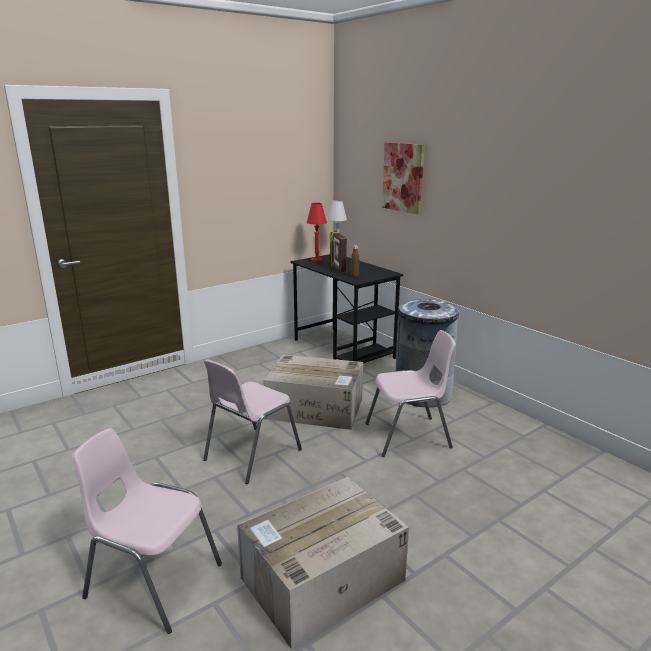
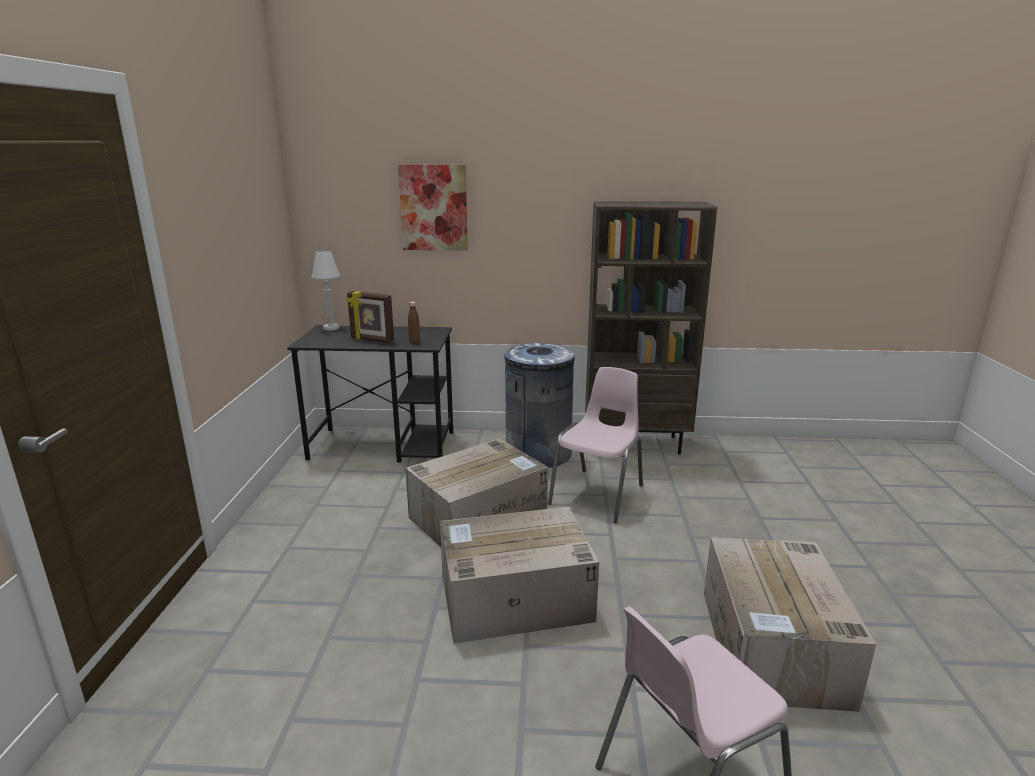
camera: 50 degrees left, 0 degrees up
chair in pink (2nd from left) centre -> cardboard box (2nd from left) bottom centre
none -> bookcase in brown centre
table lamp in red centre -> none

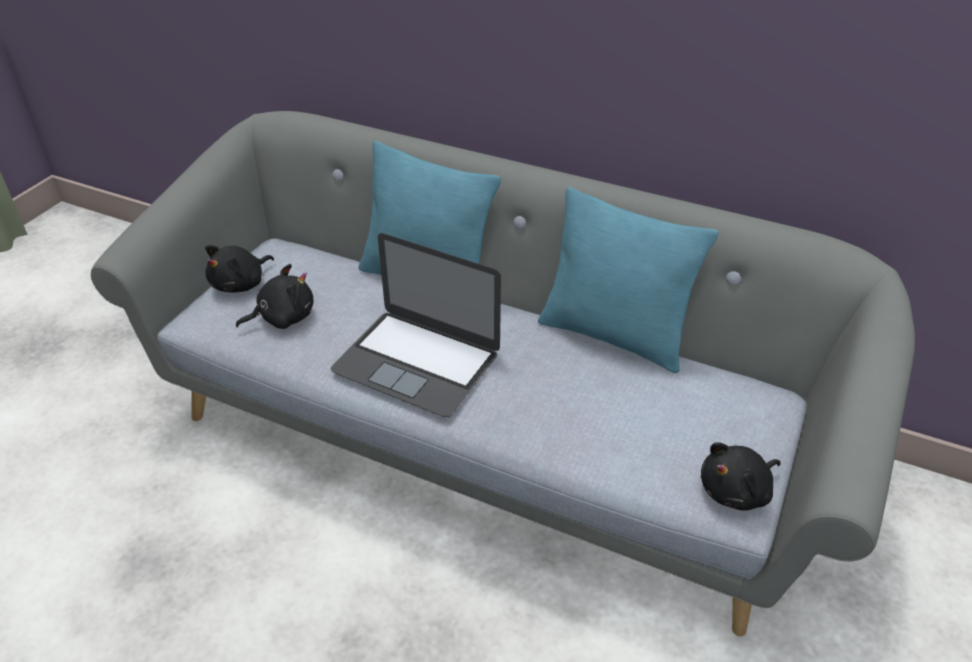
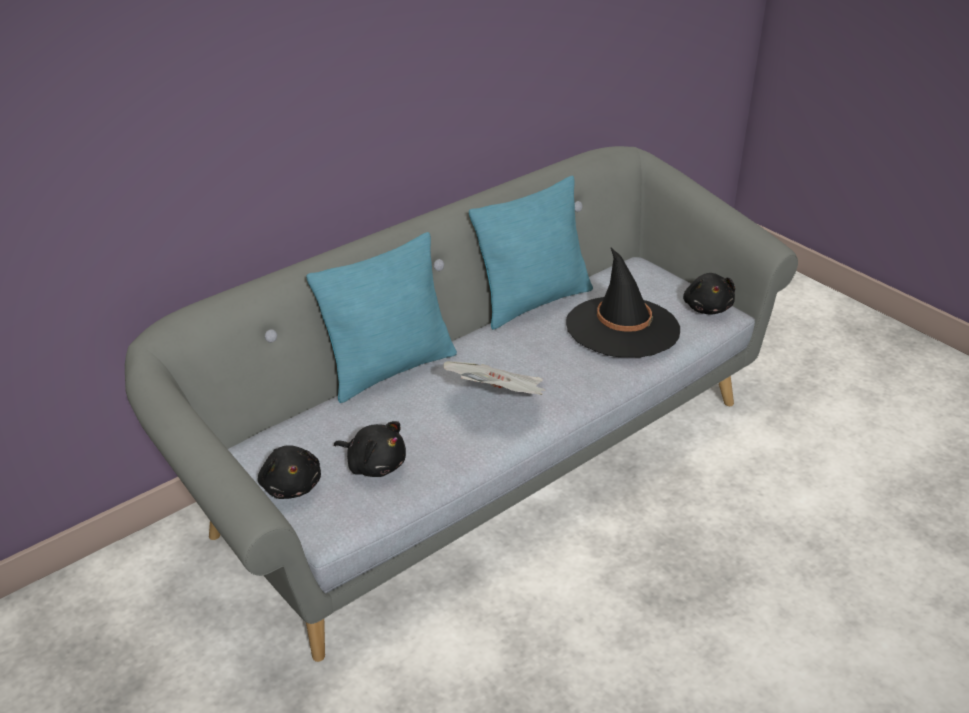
camera: 65 degrees left, 5 degrees down
plush toy in black (2nd from left) middle left -> plush toy in black (2nd from left) centre, 120 degrees clockwise
laptop centre -> newspaper centre
none -> hat in black centre

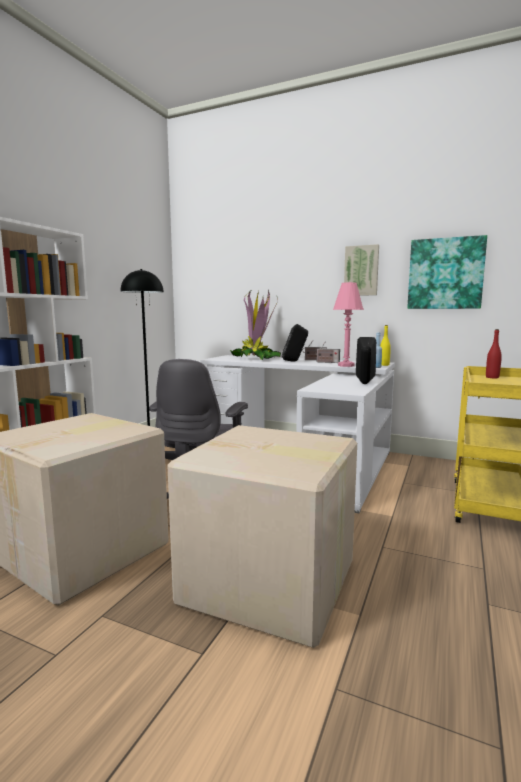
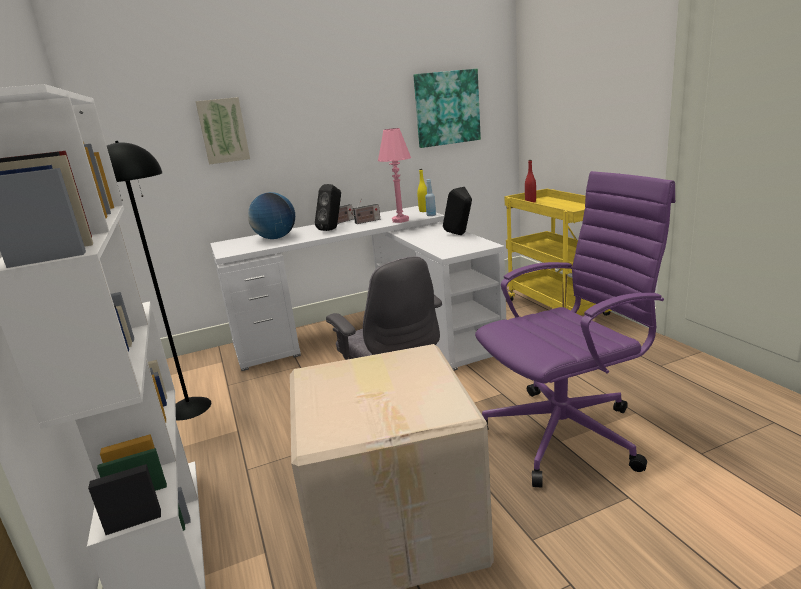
camera: 45 degrees left, 10 degrees up
picture (1st from left) middle right -> picture (1st from left) top left, moved
potted plant centre -> globe centre
cardboard box (2nd from left) bottom centre -> office chair in purple middle right

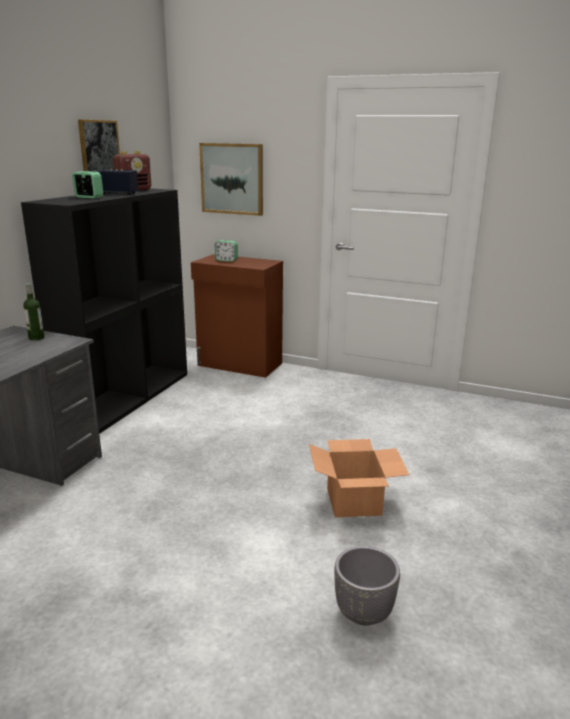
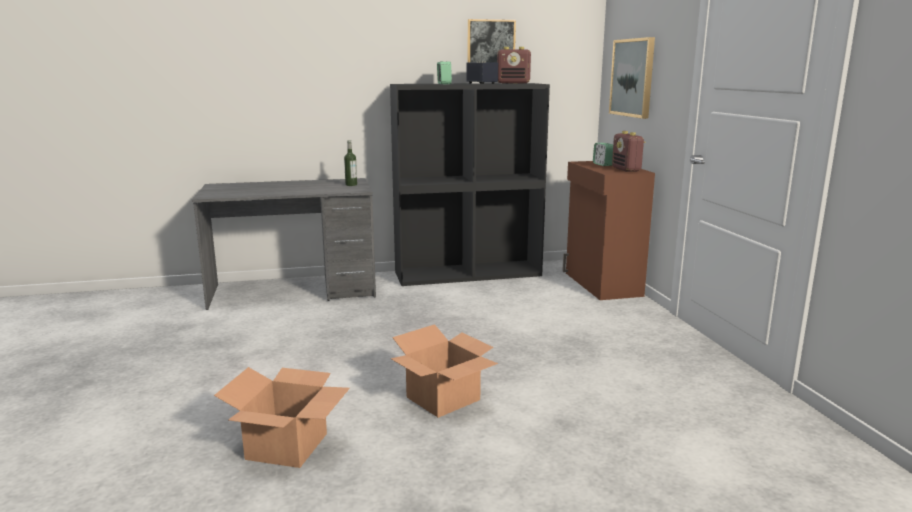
camera: 55 degrees right, 5 degrees down
planter in grey bottom centre -> cardboard box (1st from left) bottom left
none -> radio (2nd from left) top right

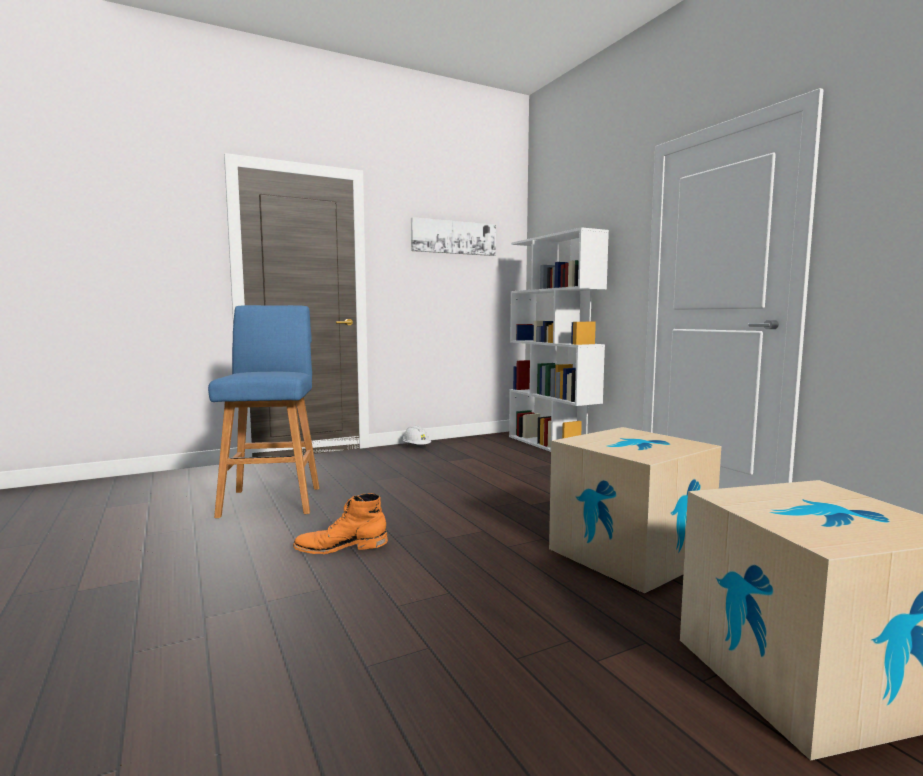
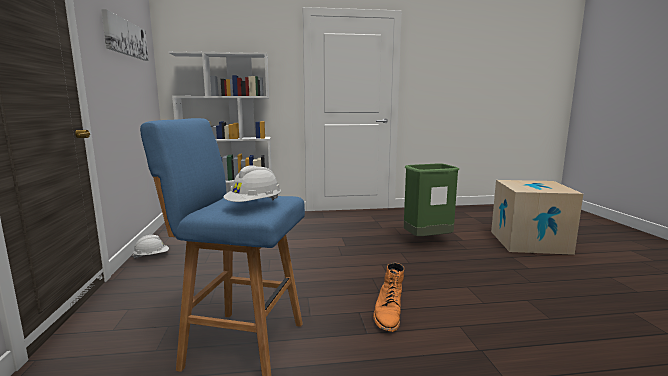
camera: 70 degrees left, 5 degrees up
none -> hard hat in white (2nd from left) centre
cardboard box (1st from left) middle right -> trash can in green centre

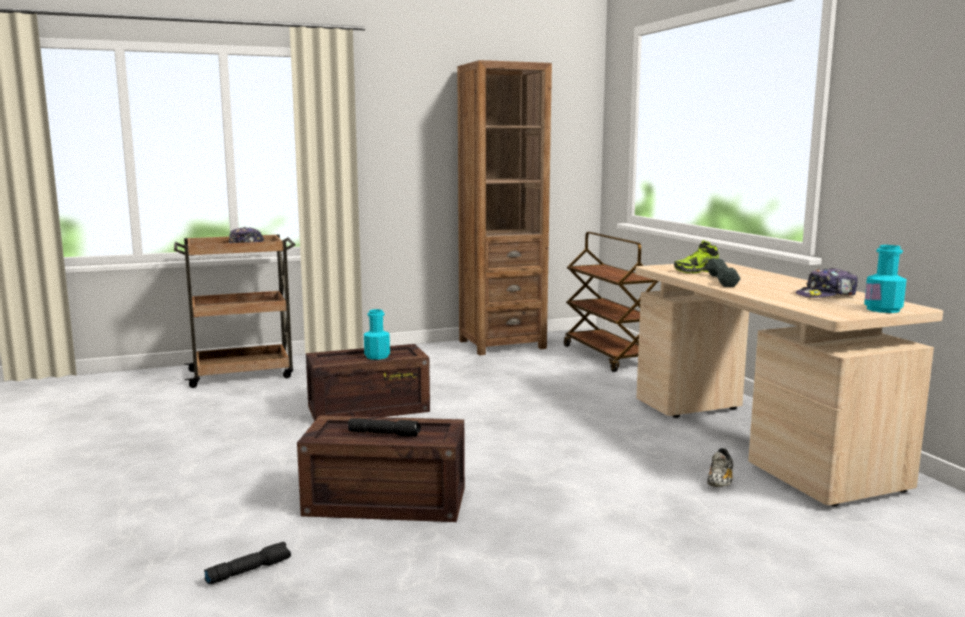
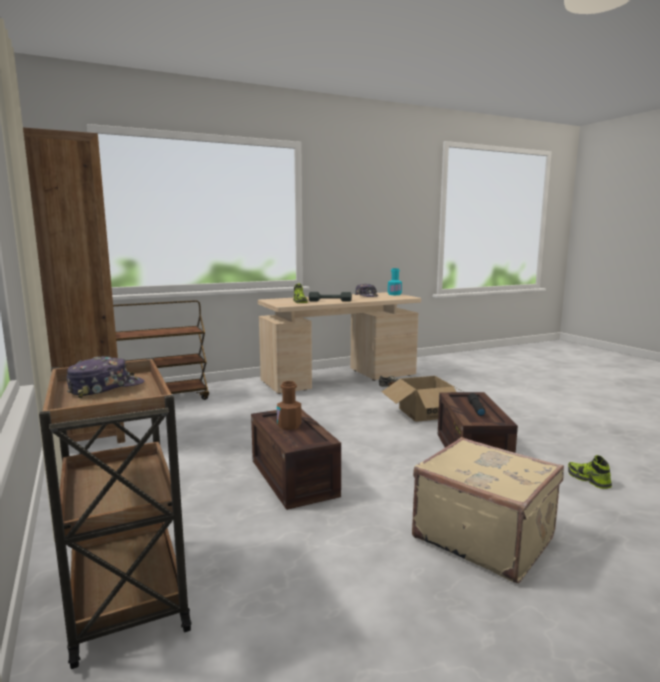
camera: 95 degrees left, 0 degrees up
bottle in turquoise (1st from left) centre -> bottle in brown centre
none -> cardboard box centre
none -> suitcase in beige bottom right
flashlight in black (1st from left) bottom left -> shoe (3rd from left) bottom right

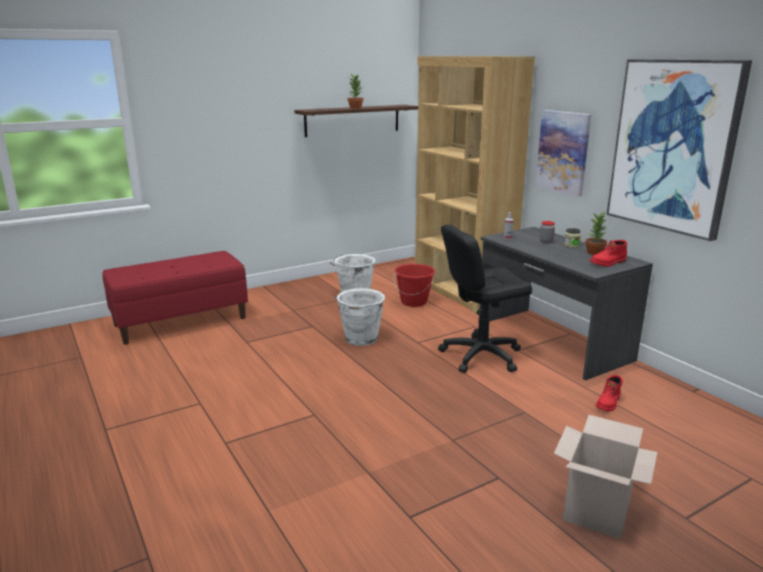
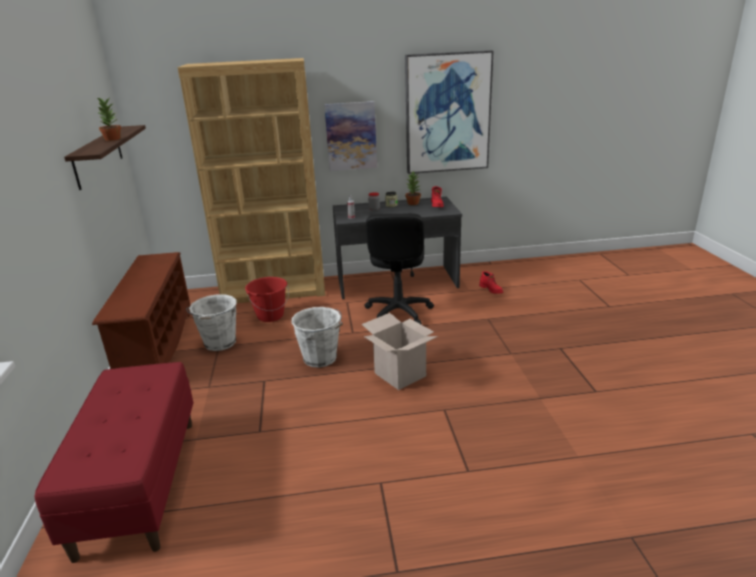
camera: 65 degrees left, 5 degrees up
none -> shoe rack in brown middle left
cardboard box bottom right -> cardboard box centre, moved

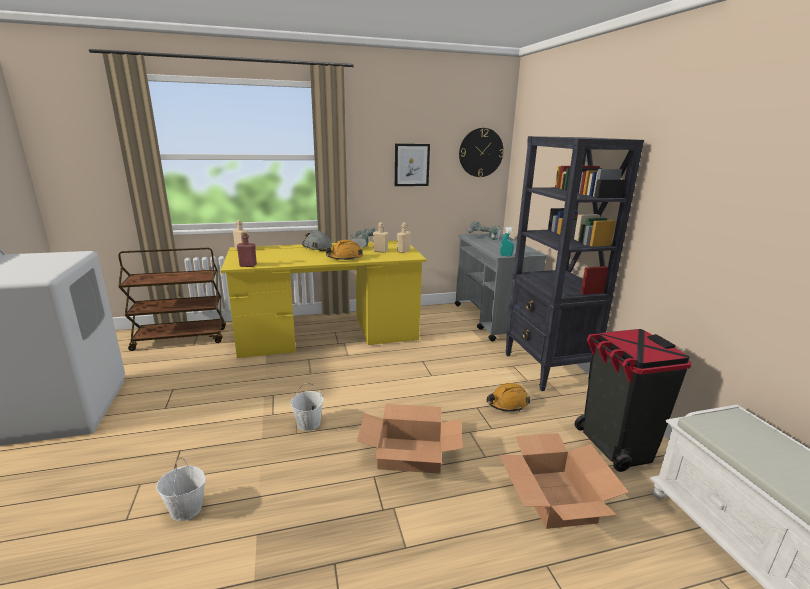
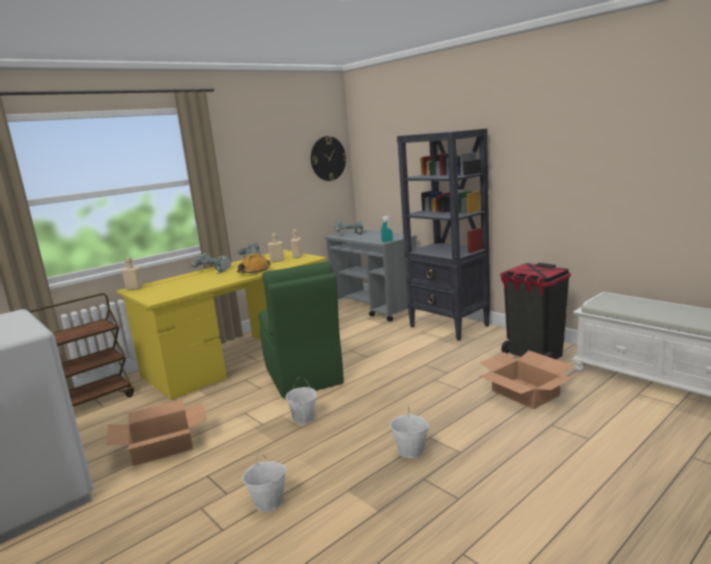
camera: 25 degrees left, 5 degrees down
cardboard box (1st from left) bottom centre -> cardboard box (1st from left) bottom left, moved
hard hat in grey centre -> power drill (1st from left) middle left
none -> chair in green centre
none -> bucket in white (3rd from left) bottom centre
bottle in red middle left -> none
picture top centre -> none
hard hat in orange (2nd from left) bottom centre -> none

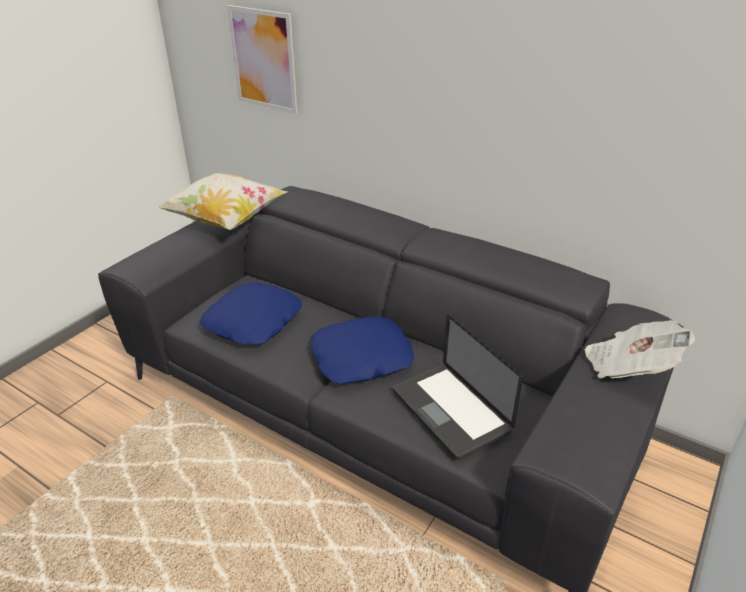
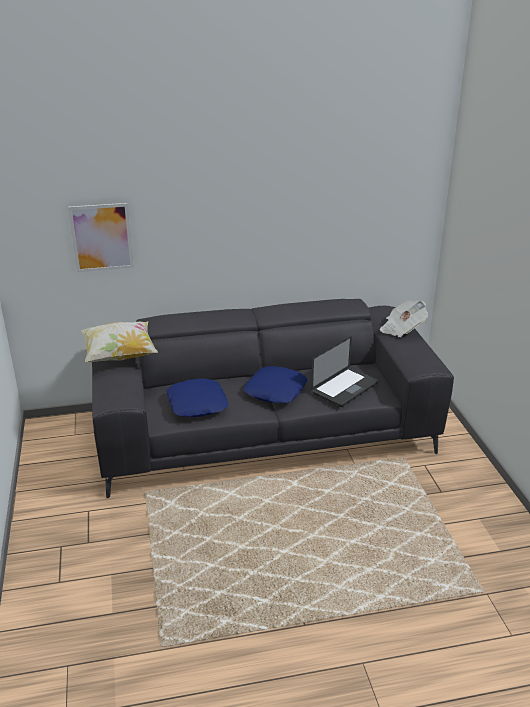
camera: 45 degrees left, 5 degrees down
laptop centre, 60 degrees counterclockwise

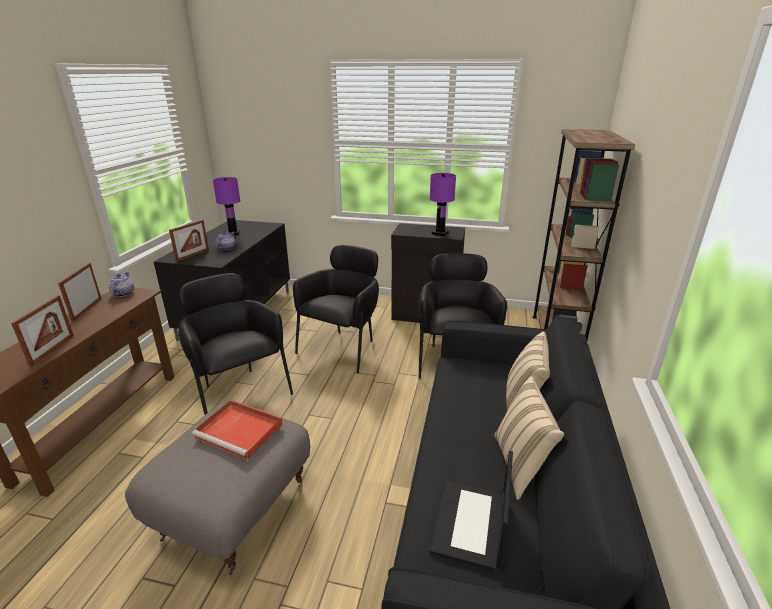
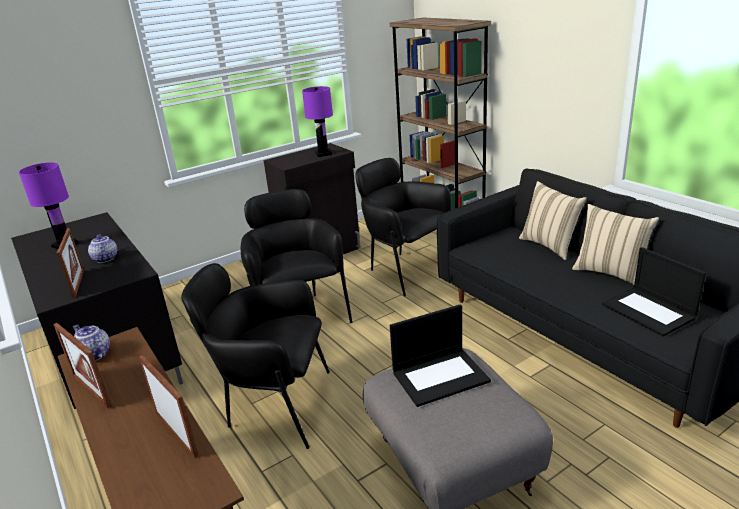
camera: 45 degrees left, 0 degrees up
tray in red bottom left -> laptop (1st from left) bottom centre

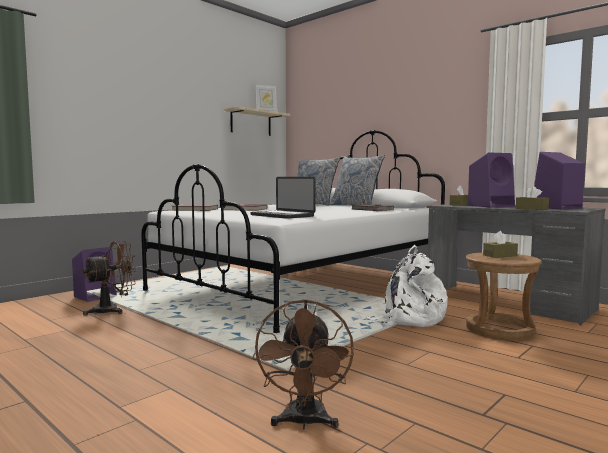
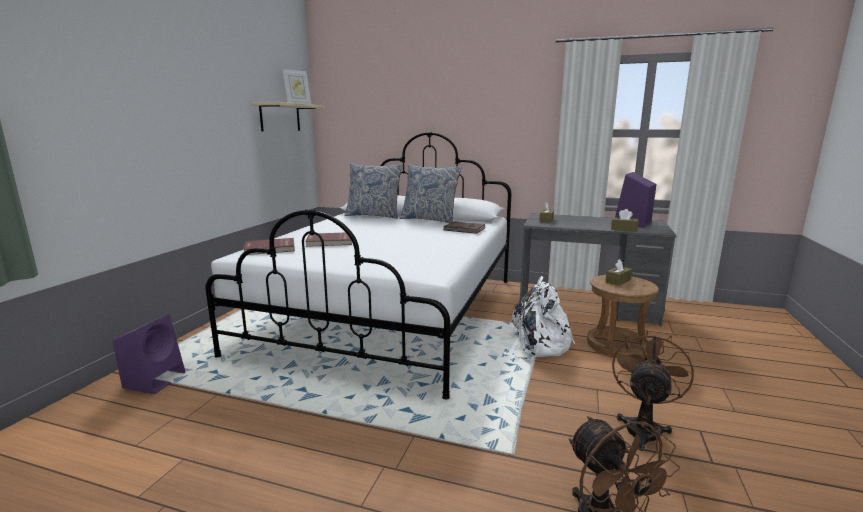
camera: 25 degrees left, 10 degrees up
fan in brown (1st from left in the first image) middle left -> fan in brown (2nd from left) bottom right, moved
laptop centre -> none
speaker in purple (2nd from left) middle right -> none

